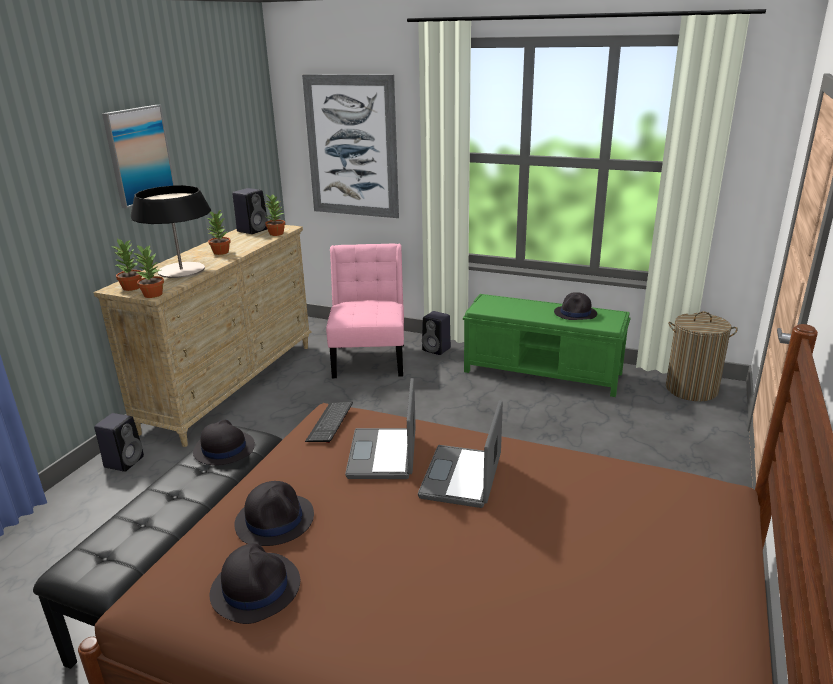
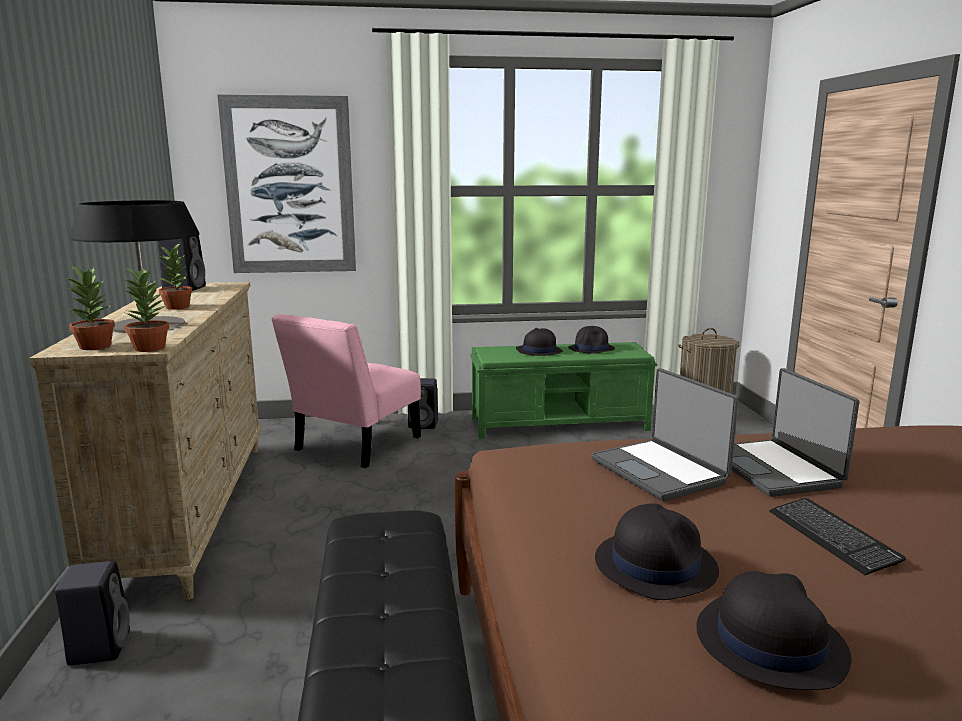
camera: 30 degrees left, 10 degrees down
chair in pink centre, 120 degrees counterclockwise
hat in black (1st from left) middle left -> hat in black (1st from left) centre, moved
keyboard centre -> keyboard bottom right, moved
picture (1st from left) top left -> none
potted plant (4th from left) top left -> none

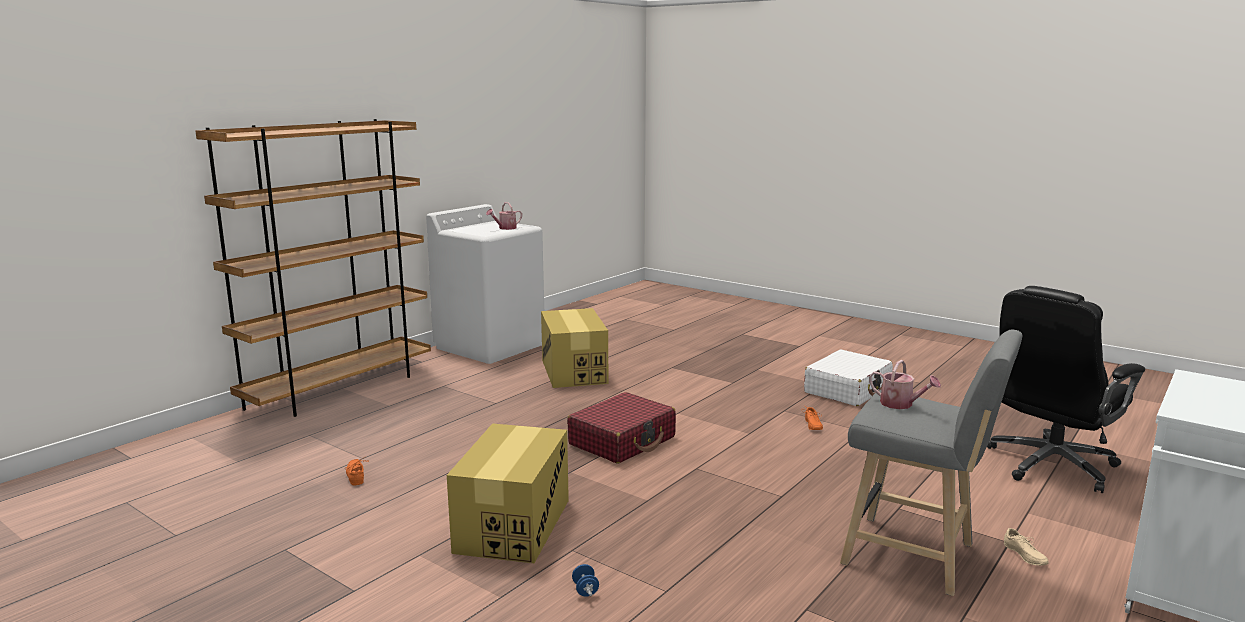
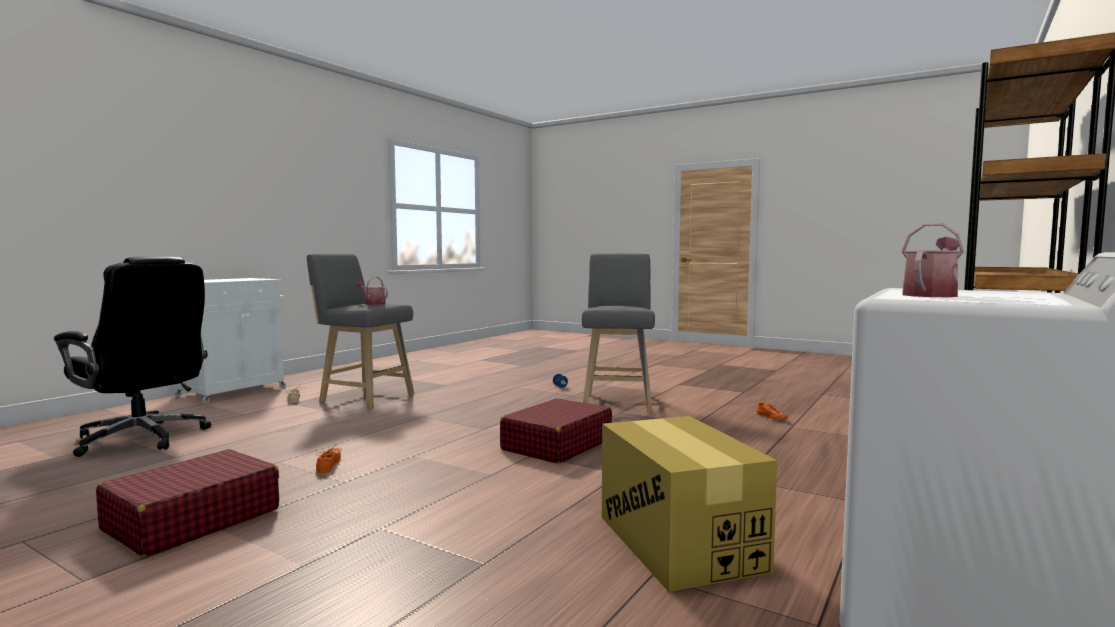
camera: 175 degrees right, 10 degrees down
office chair in black middle right -> office chair in black middle left, 75 degrees clockwise
suitcase in white middle right -> suitcase in red (1st from left) bottom left
cardboard box (1st from left) bottom centre -> stool in grey (2nd from left) centre

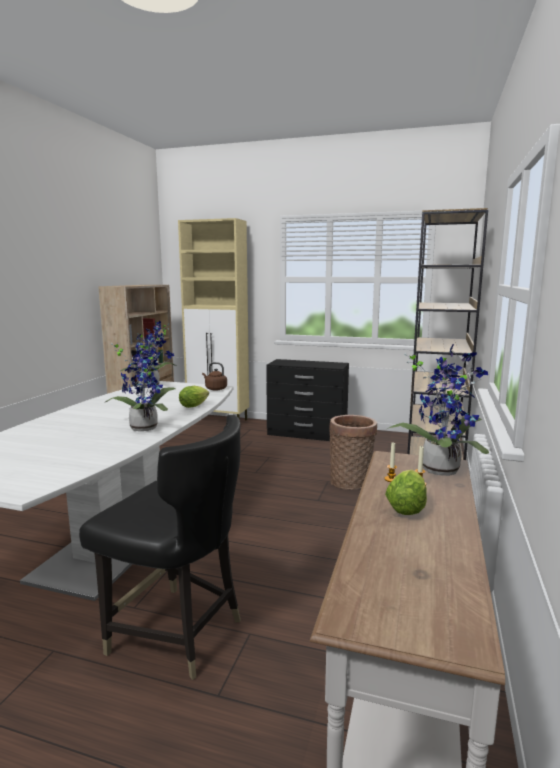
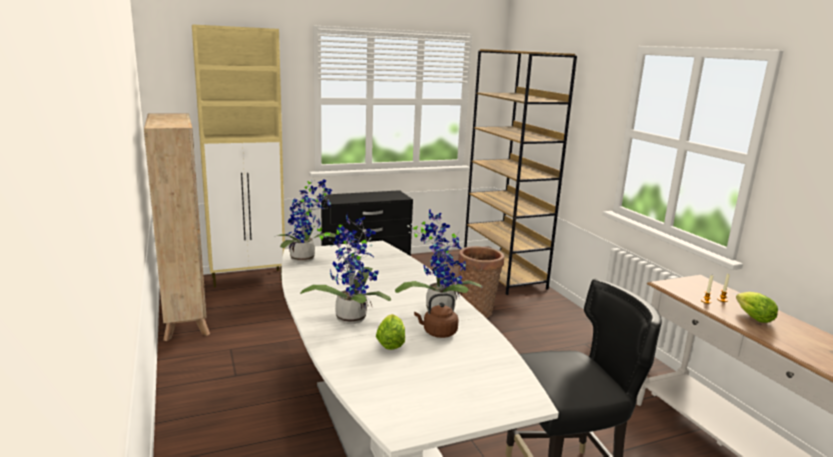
camera: 40 degrees left, 5 degrees up
potted plant (3rd from left in the first image) middle right -> potted plant (2nd from left) centre, moved
lettuce (1st from left) centre -> lettuce (1st from left) bottom centre, moved
kettle in brown centre -> kettle in brown bottom centre, moved

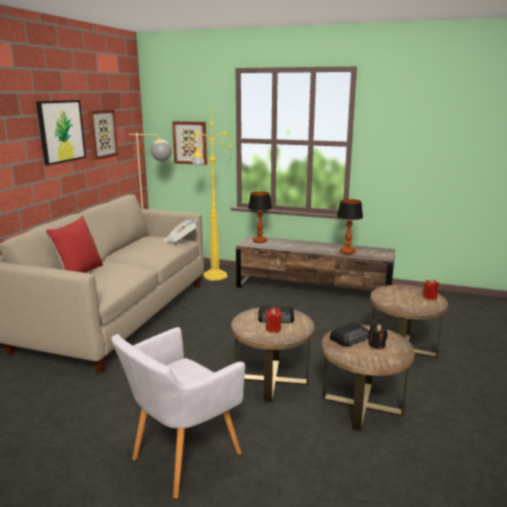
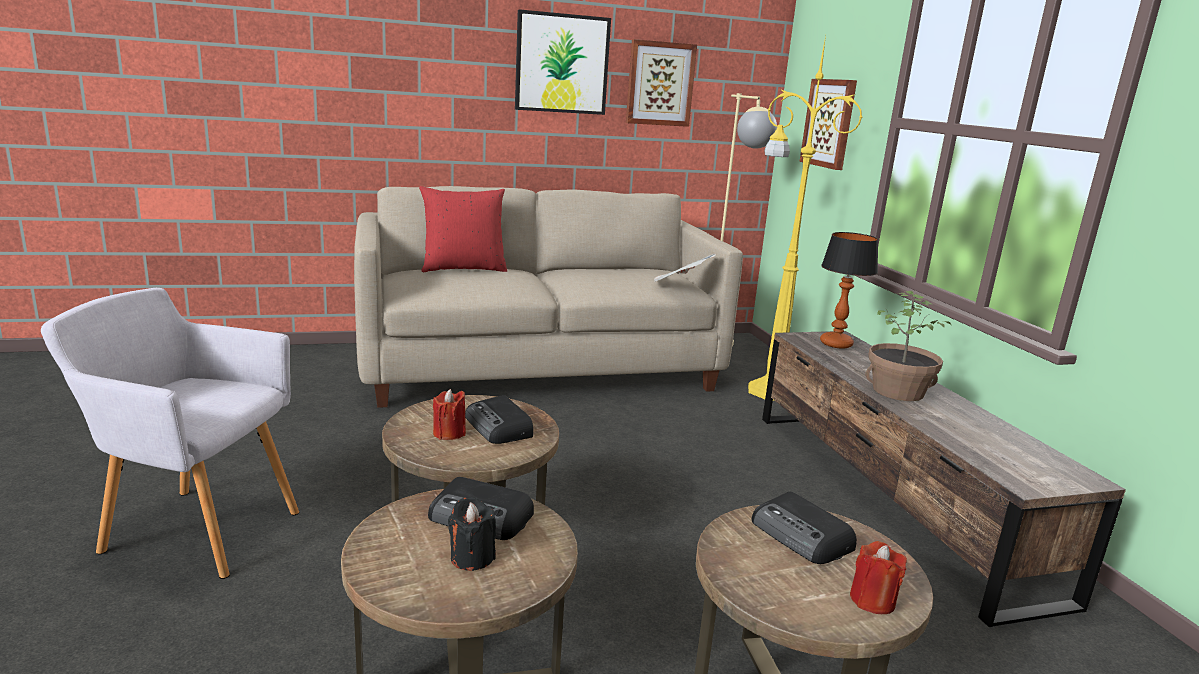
camera: 55 degrees right, 0 degrees up
none -> radio (3rd from left) bottom right
none -> potted plant middle right
table lamp (2nd from left) middle right -> none

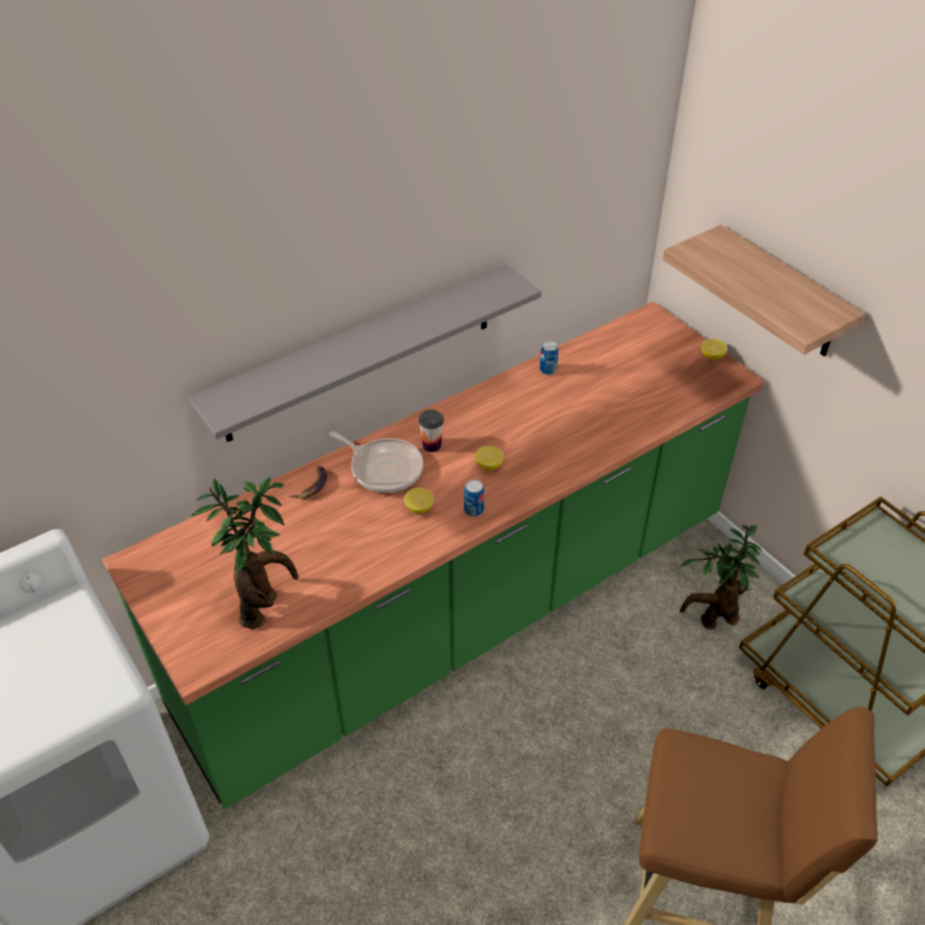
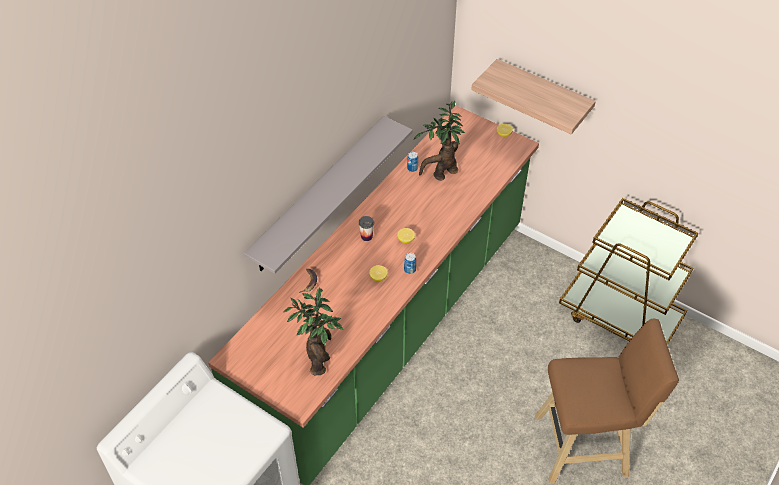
camera: 20 degrees left, 5 degrees up
potted plant (2nd from left) middle right -> potted plant (2nd from left) top centre, moved
frying pan centre -> none

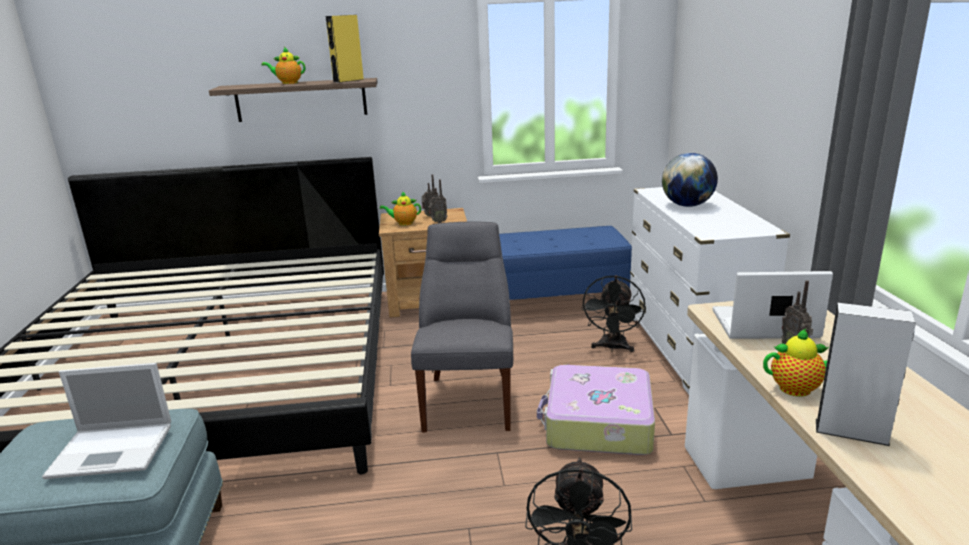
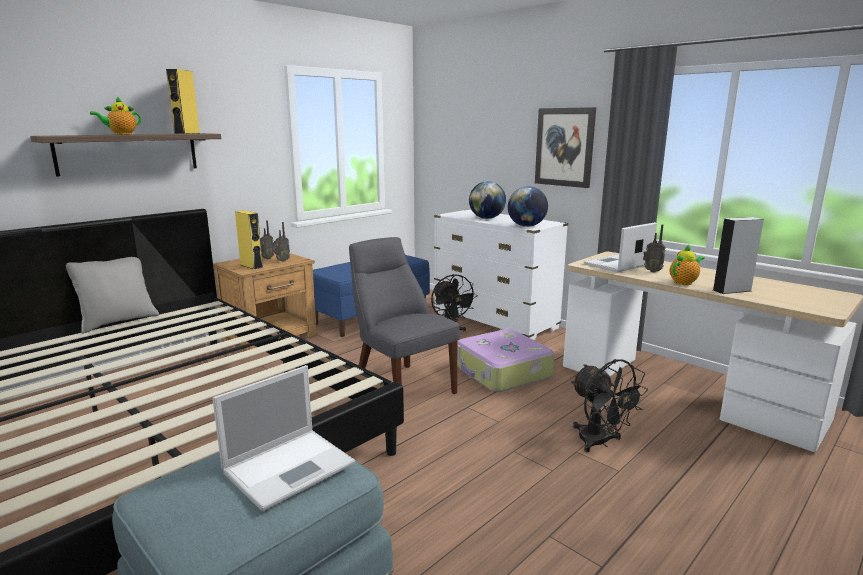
camera: 40 degrees left, 5 degrees down
none -> pillow in grey middle left
teapot (2nd from left) centre -> speaker in yellow (2nd from left) middle left
none -> globe (2nd from left) centre
none -> picture top centre

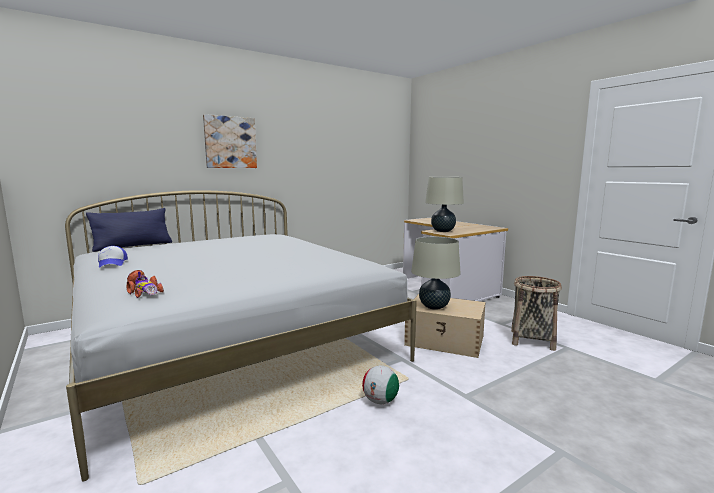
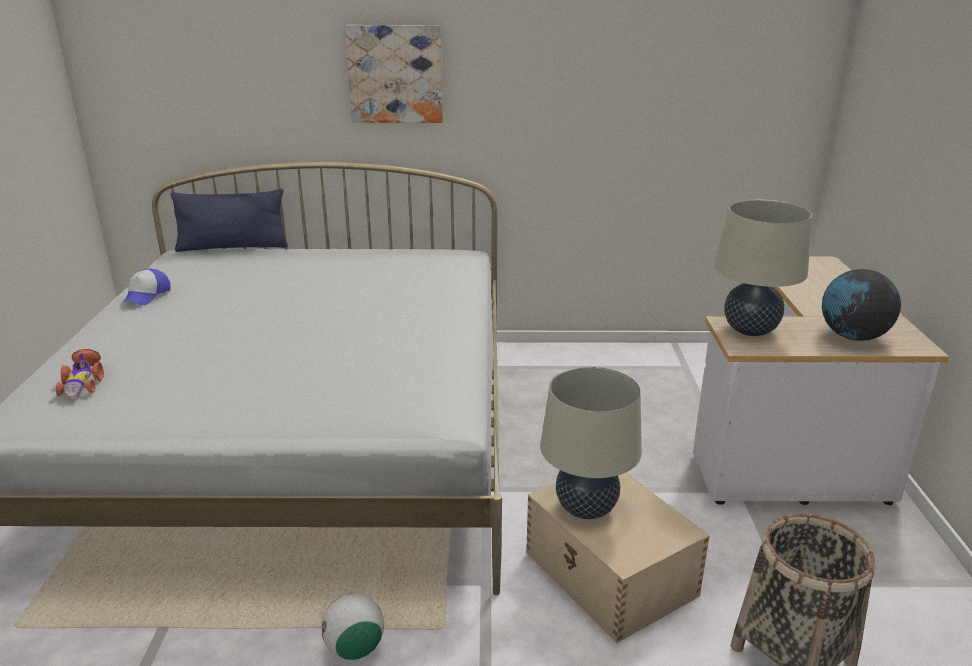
camera: 35 degrees right, 15 degrees up
none -> globe middle right

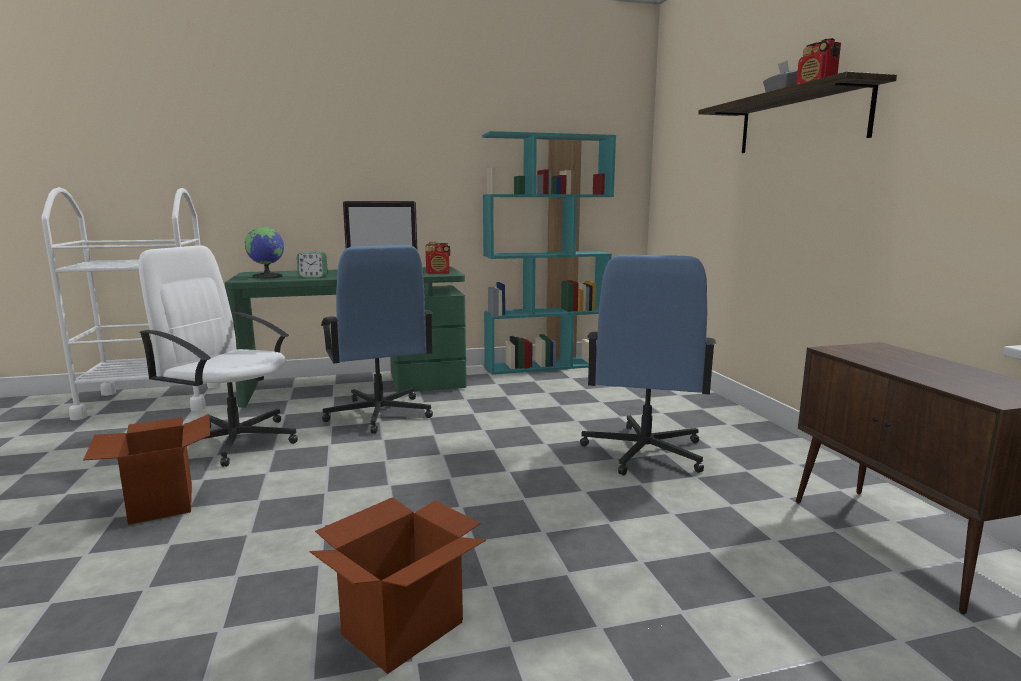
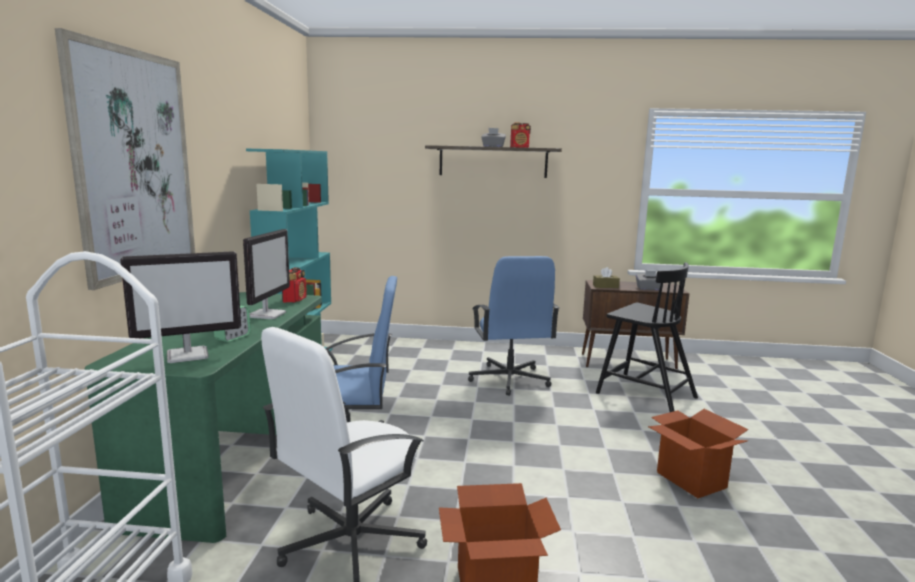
camera: 70 degrees left, 0 degrees up
none -> picture top left
globe middle left -> monitor (1st from left) middle left
office chair in blue (2nd from left) centre, 45 degrees clockwise
none -> tissue box in brown centre
none -> chair in black middle right
none -> tissue box in grey (2nd from left) middle right

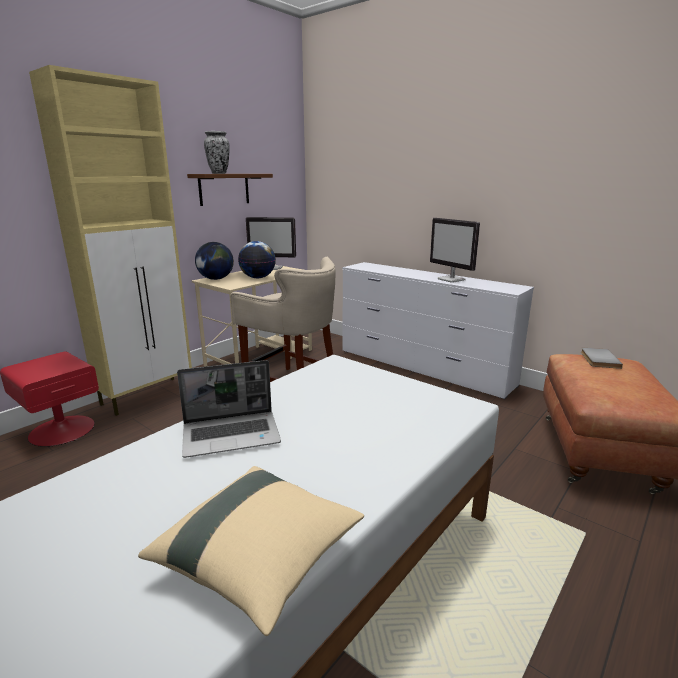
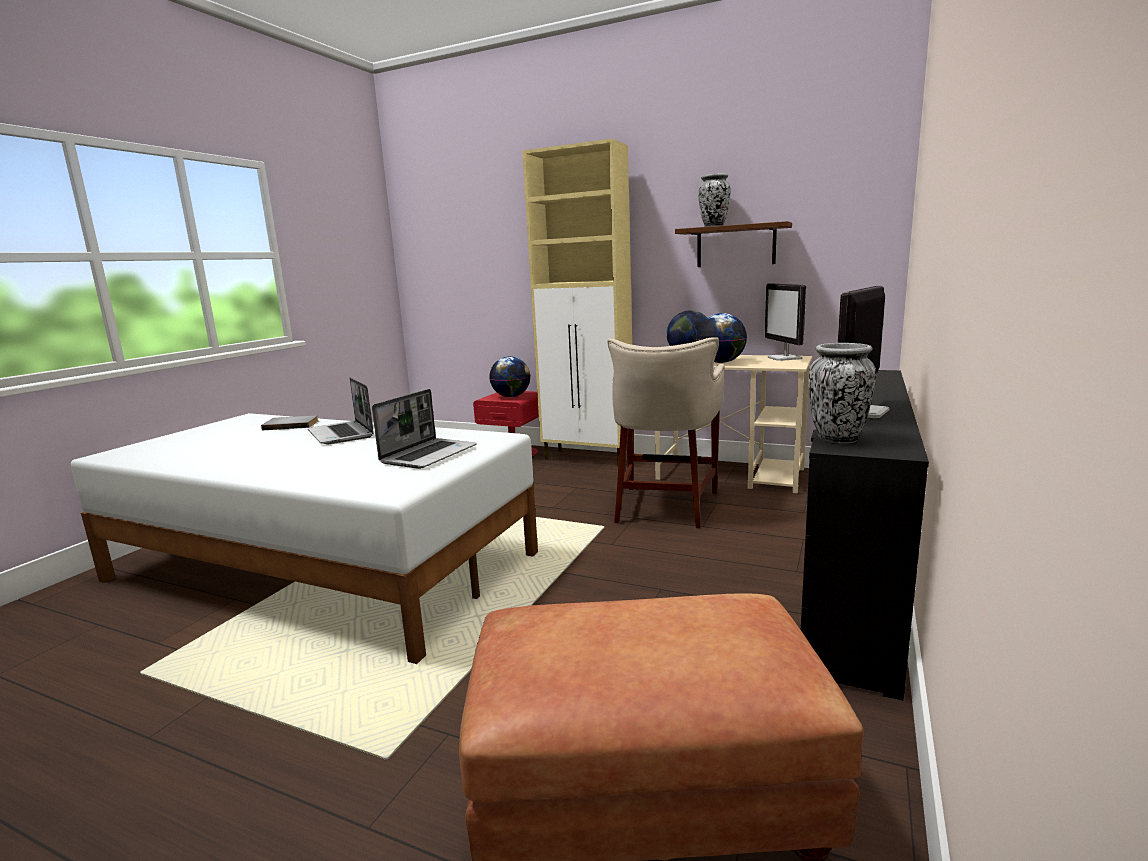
camera: 75 degrees right, 5 degrees down
book in grey middle right -> book in grey middle left, moved
none -> laptop (2nd from left) centre
none -> globe (1st from left) centre
dresser in white centre -> dresser in black middle right
none -> vase (2nd from left) middle right
pillow in beige bottom centre -> none

